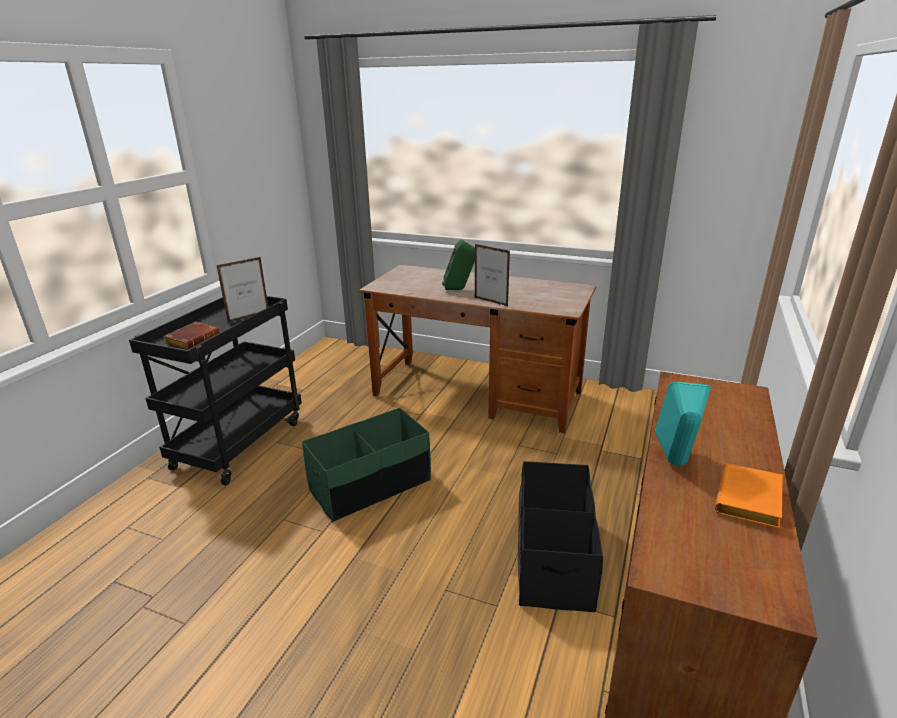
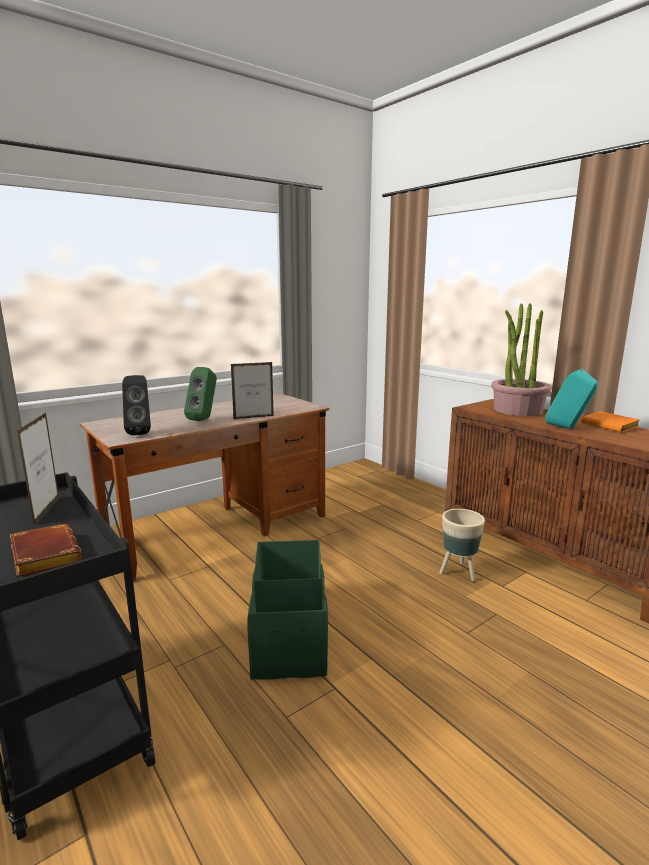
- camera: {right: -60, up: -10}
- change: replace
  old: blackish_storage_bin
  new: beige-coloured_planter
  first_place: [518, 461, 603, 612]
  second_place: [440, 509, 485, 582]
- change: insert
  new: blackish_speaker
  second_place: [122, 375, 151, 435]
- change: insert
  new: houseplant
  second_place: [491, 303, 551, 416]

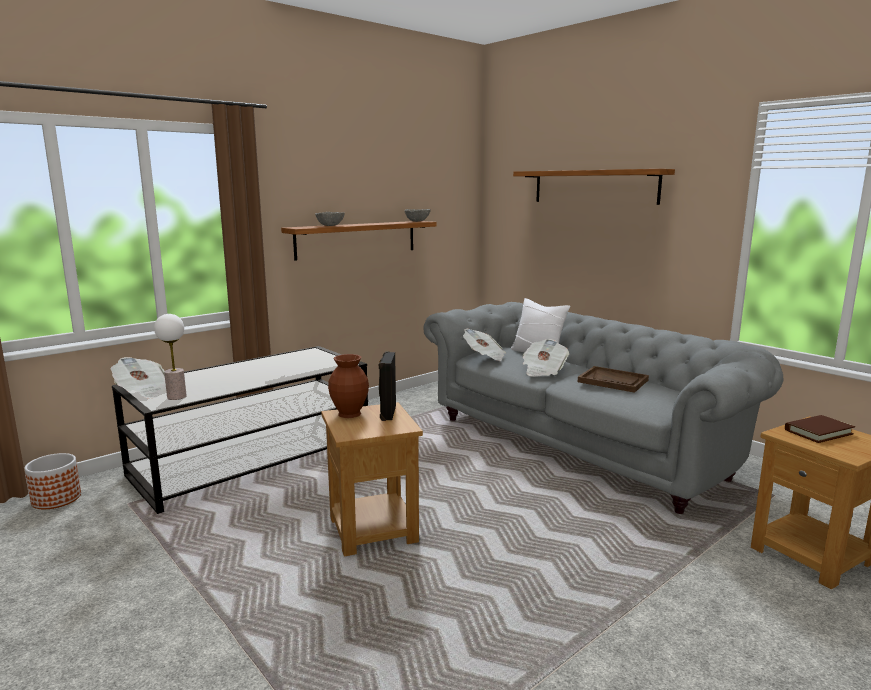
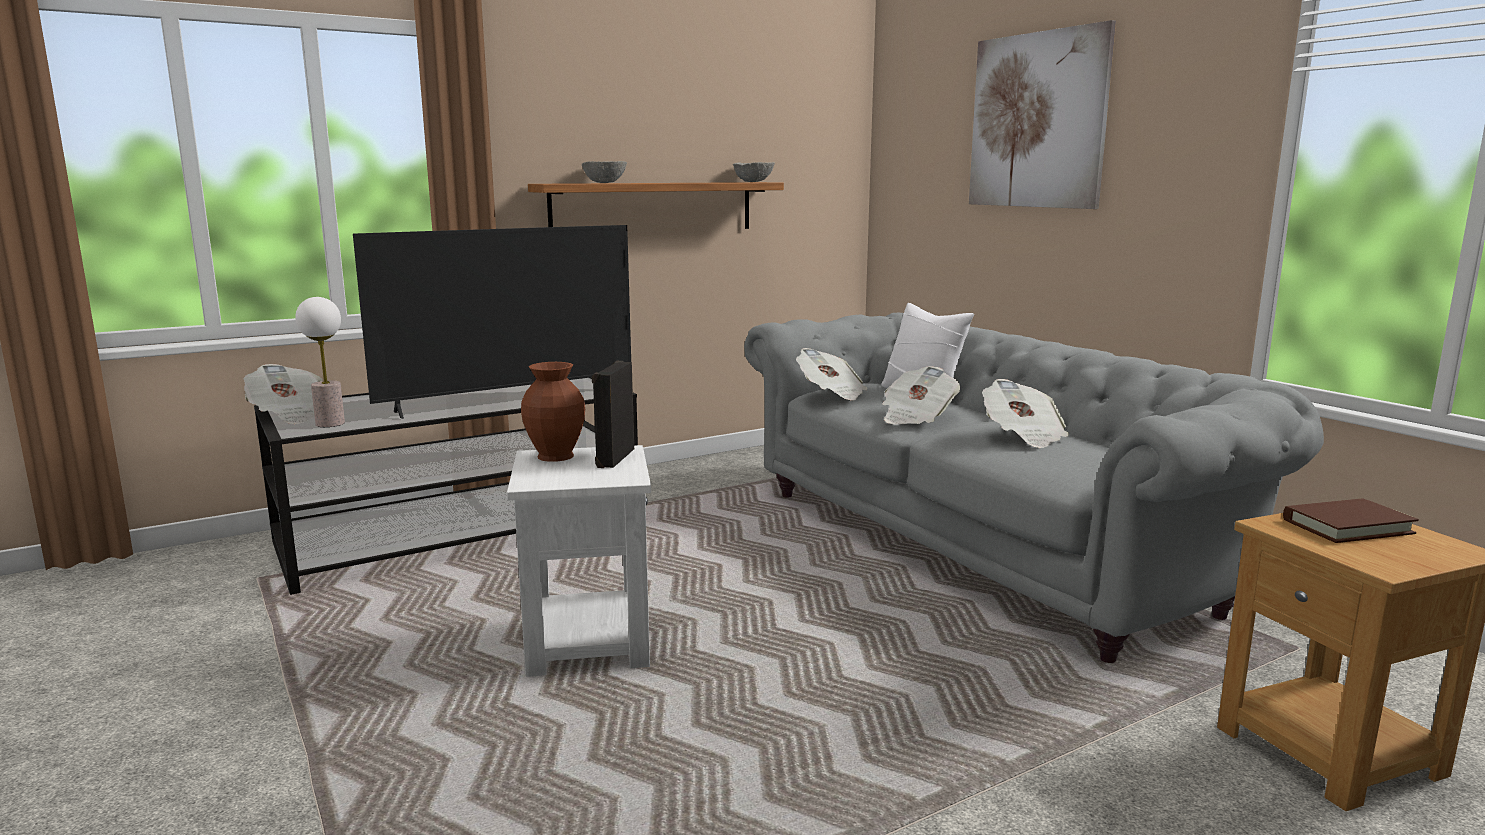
- camera: {right: 10, up: 0}
- change: delete
  old: planter
  first_place: [24, 453, 81, 509]
- change: recolor
  old: brownish_end_table
  new: white_end_table
  first_place: [321, 402, 423, 556]
  second_place: [507, 445, 651, 677]
- change: replace
  old: shelf
  new: wall_art
  first_place: [513, 169, 675, 205]
  second_place: [969, 20, 1116, 209]
- change: replace
  old: brownish_serving_tray
  new: newspaper
  first_place: [578, 366, 649, 393]
  second_place: [982, 379, 1069, 448]
- change: insert
  new: television
  second_place: [353, 225, 631, 419]

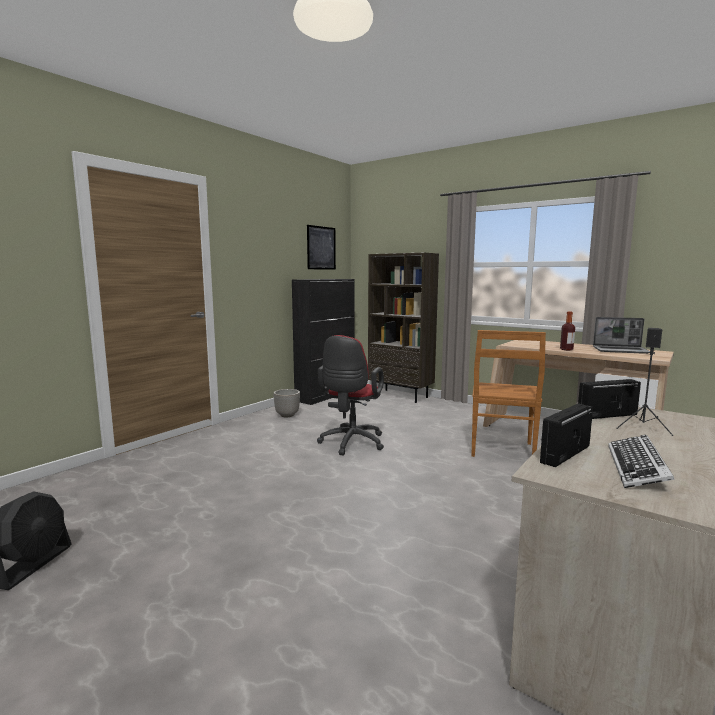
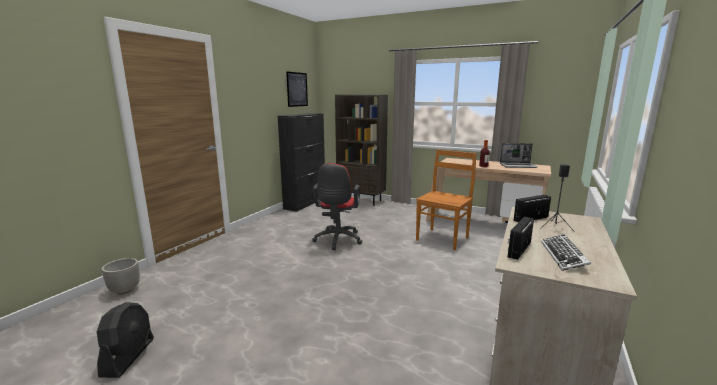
- camera: {right: -10, up: 5}
- change: move
  old: planter
  first_place: [273, 389, 300, 417]
  second_place: [101, 258, 140, 295]
- change: rotate
  old: brownish_upright_chair
  first_place: [471, 330, 546, 457]
  second_place: [416, 150, 477, 250]
  degrees: -150

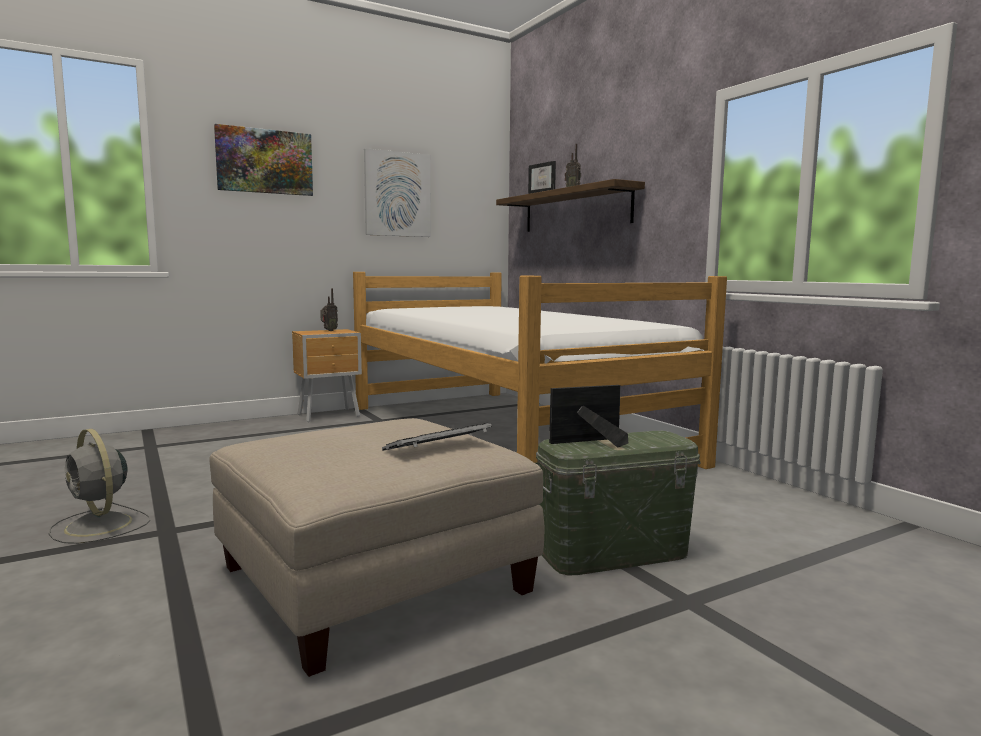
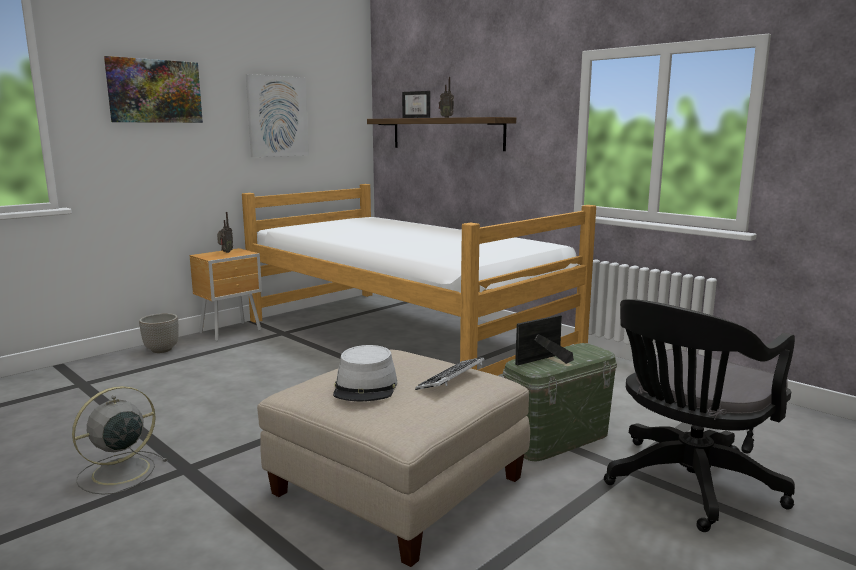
- camera: {right: -15, up: 5}
- change: rotate
  old: greyish_electric_fan
  first_place: [49, 429, 150, 544]
  second_place: [72, 386, 168, 495]
  degrees: 105
- change: insert
  new: planter
  second_place: [139, 313, 179, 353]
- change: insert
  new: greyish_hat
  second_place: [333, 345, 398, 401]
- change: insert
  new: blackish_office_chair
  second_place: [604, 299, 795, 532]

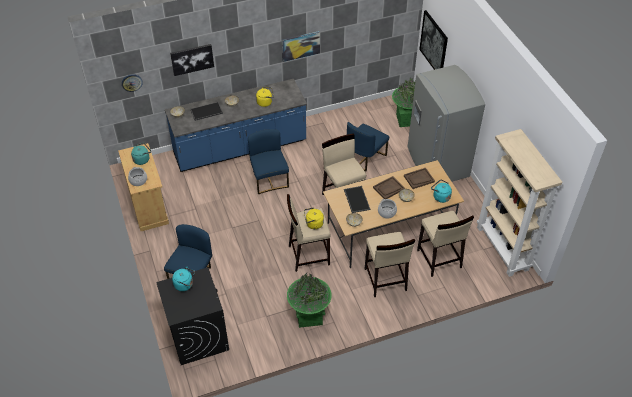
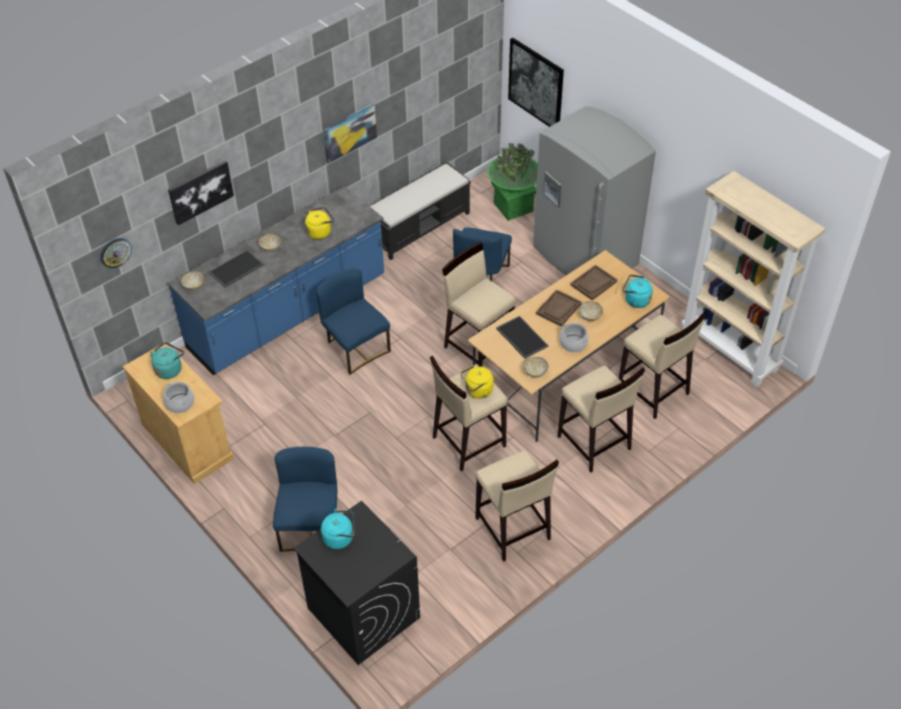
- camera: {right: -20, up: 0}
- change: replace
  old: green-coloured_planter
  new: beige-coloured_stool
  first_place: [287, 272, 331, 328]
  second_place: [475, 450, 559, 562]
- change: insert
  new: blackish_long_seat
  second_place: [369, 162, 471, 260]

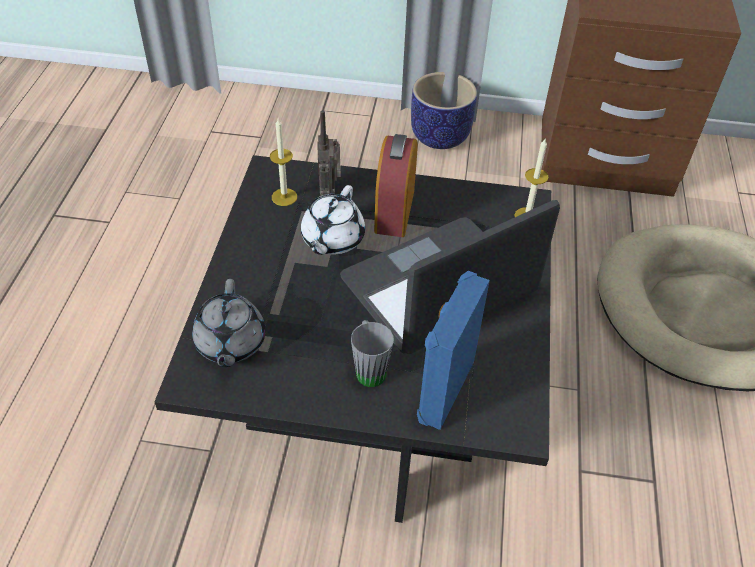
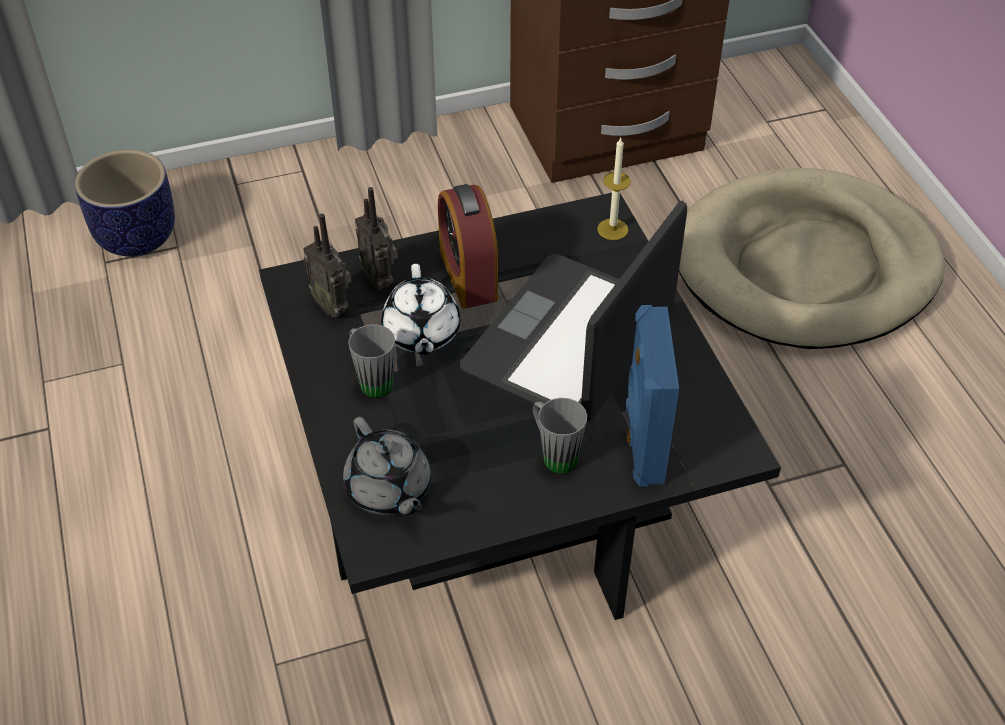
- camera: {right: -25, up: 0}
- change: replace
  old: wax_candle
  new: radio
  first_place: [270, 119, 297, 206]
  second_place: [303, 214, 352, 317]
- change: move
  old: planter
  first_place: [411, 72, 477, 149]
  second_place: [75, 149, 175, 257]
- change: insert
  new: greyish_coffee_mug
  second_place: [348, 324, 395, 398]

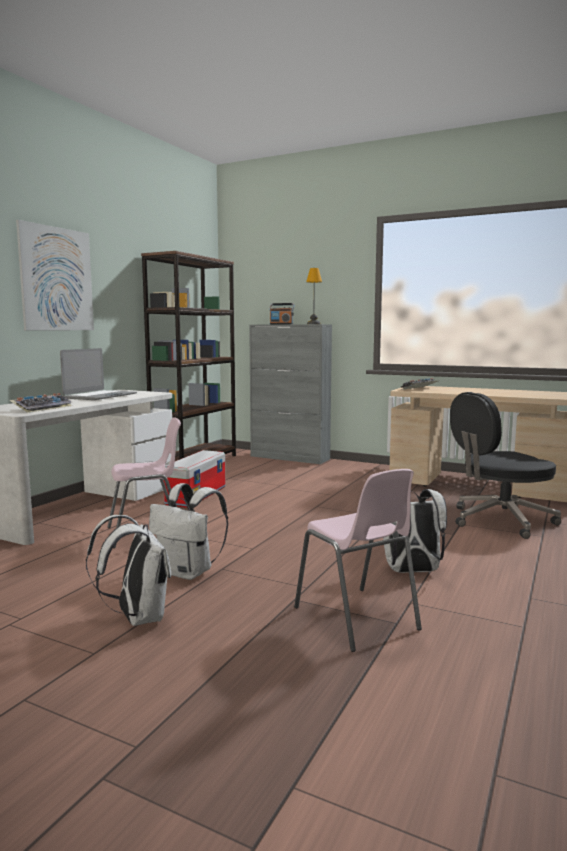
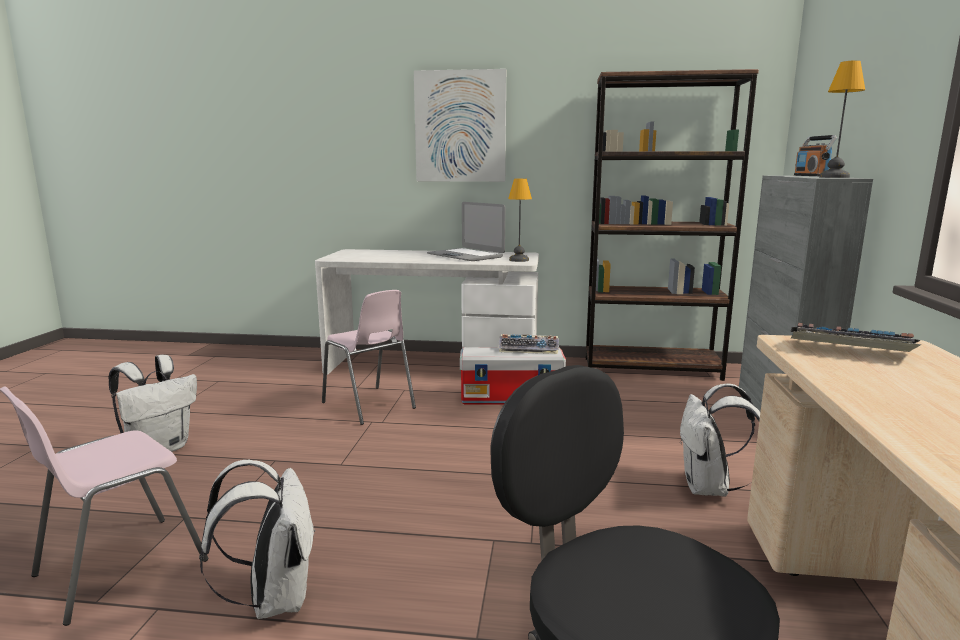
- camera: {right: 70, up: 5}
- change: move
  old: PC_keyboard
  first_place: [9, 393, 72, 413]
  second_place: [498, 334, 559, 354]
- change: rotate
  old: laptop
  first_place: [60, 348, 137, 400]
  second_place: [427, 202, 505, 261]
  degrees: 45
- change: move
  old: white_backpack
  first_place: [149, 483, 228, 580]
  second_place: [680, 383, 760, 497]
- change: insert
  new: lamp_for_a_table
  second_place: [508, 178, 532, 262]

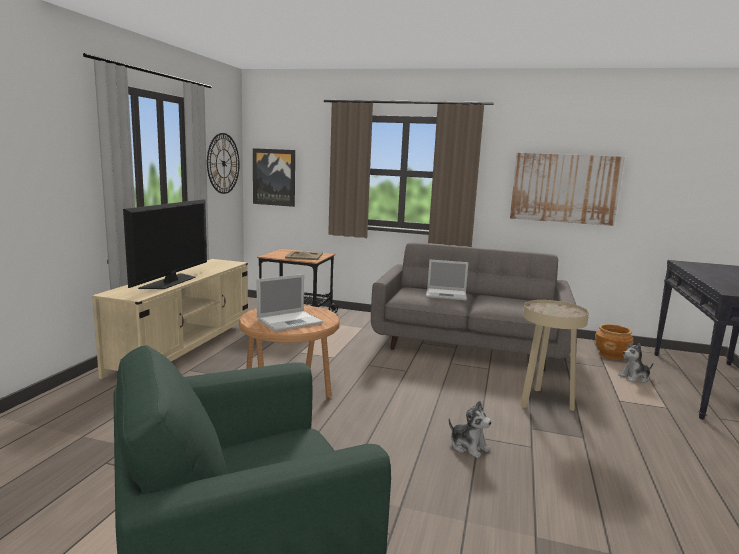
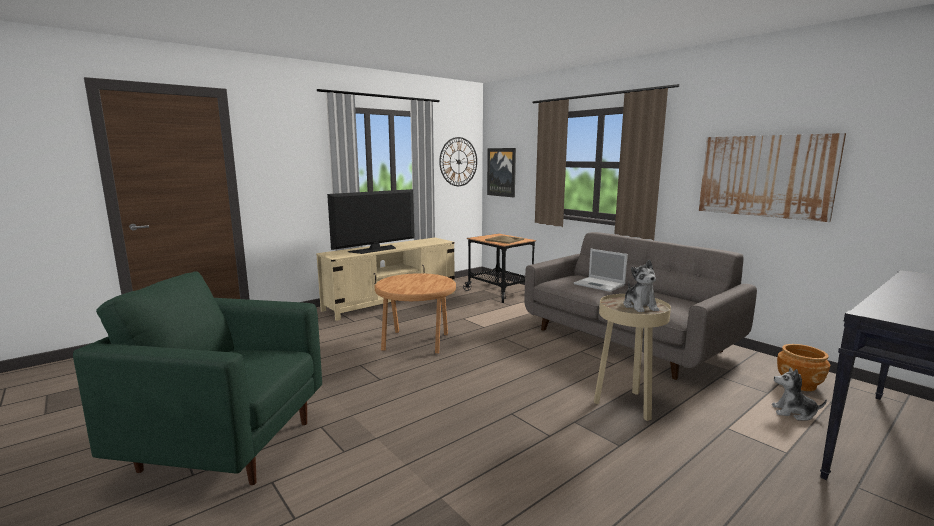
- camera: {right: 35, up: 0}
- change: delete
  old: laptop
  first_place: [257, 274, 323, 332]
- change: move
  old: plush_toy
  first_place: [449, 400, 492, 458]
  second_place: [623, 260, 659, 312]

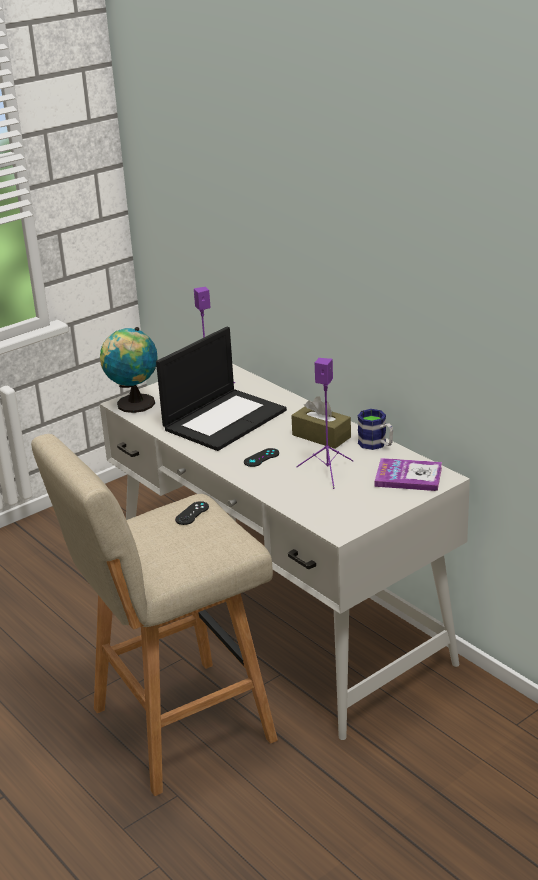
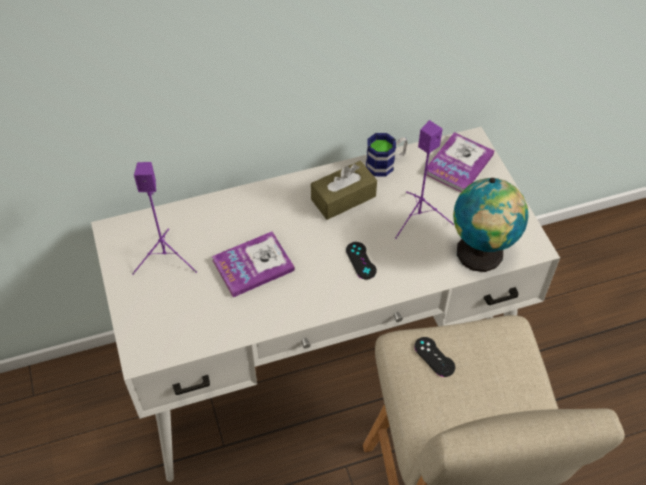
- camera: {right: -70, up: 25}
- change: move
  old: world_globe
  first_place: [100, 327, 158, 413]
  second_place: [453, 178, 528, 272]
- change: replace
  old: laptop
  new: volume
  first_place: [156, 327, 287, 451]
  second_place: [212, 231, 295, 297]

